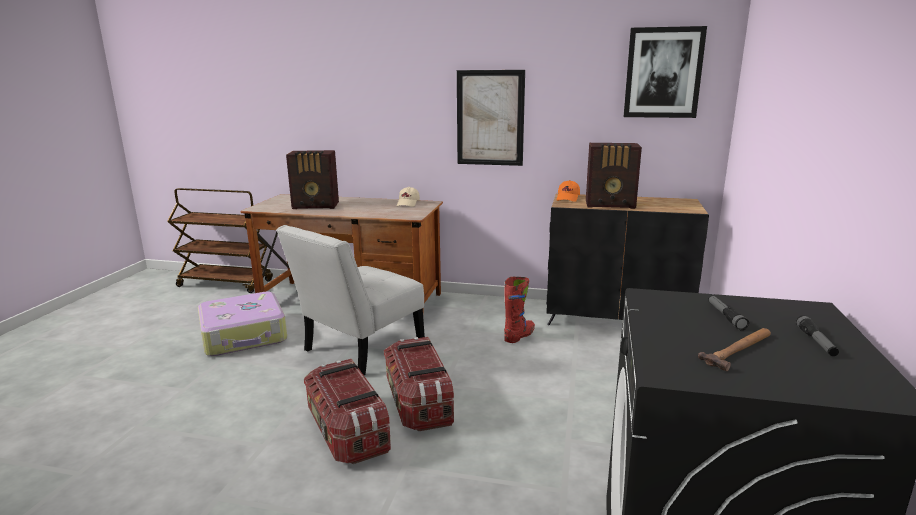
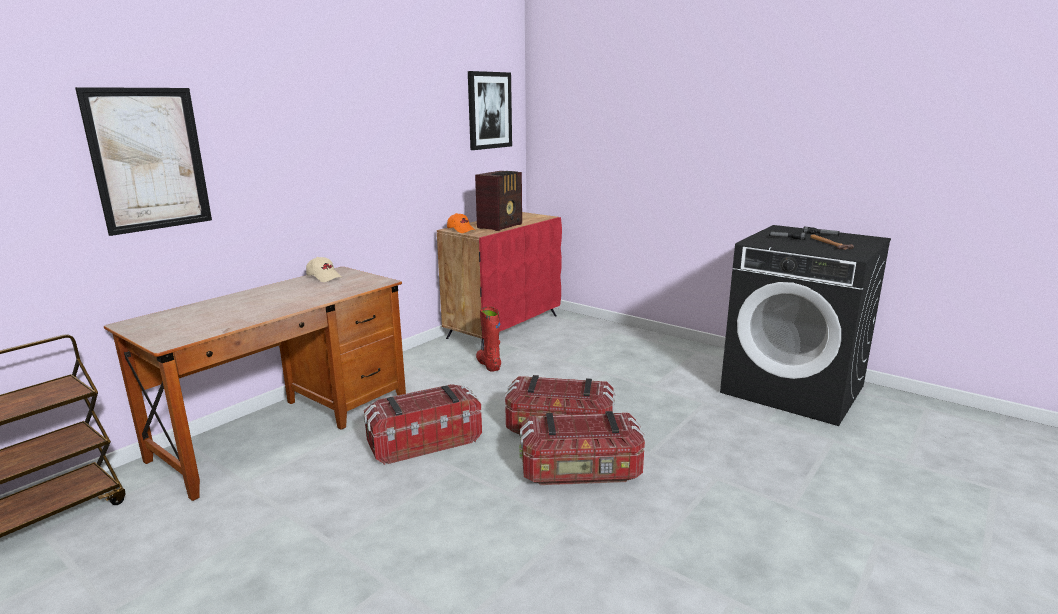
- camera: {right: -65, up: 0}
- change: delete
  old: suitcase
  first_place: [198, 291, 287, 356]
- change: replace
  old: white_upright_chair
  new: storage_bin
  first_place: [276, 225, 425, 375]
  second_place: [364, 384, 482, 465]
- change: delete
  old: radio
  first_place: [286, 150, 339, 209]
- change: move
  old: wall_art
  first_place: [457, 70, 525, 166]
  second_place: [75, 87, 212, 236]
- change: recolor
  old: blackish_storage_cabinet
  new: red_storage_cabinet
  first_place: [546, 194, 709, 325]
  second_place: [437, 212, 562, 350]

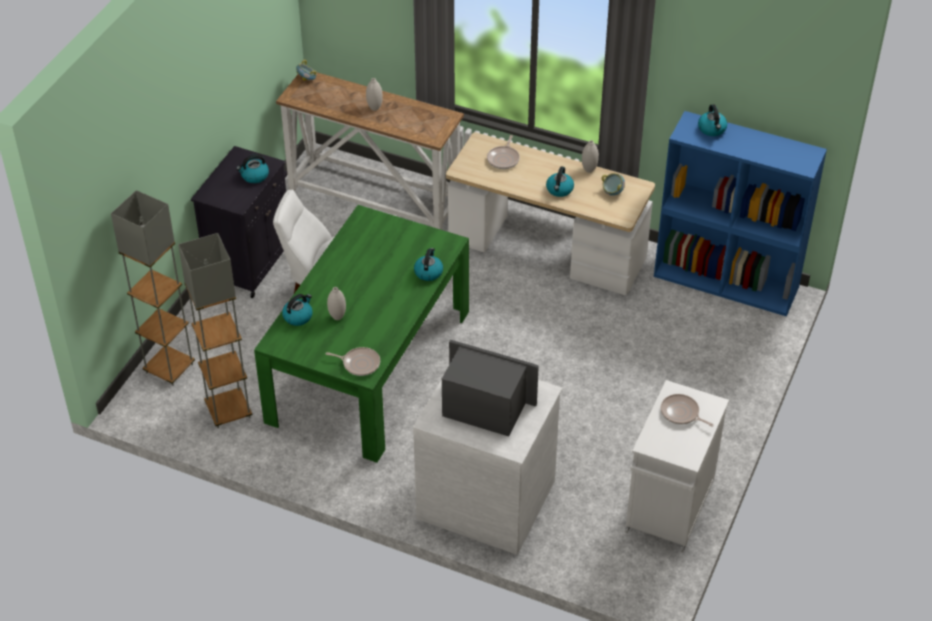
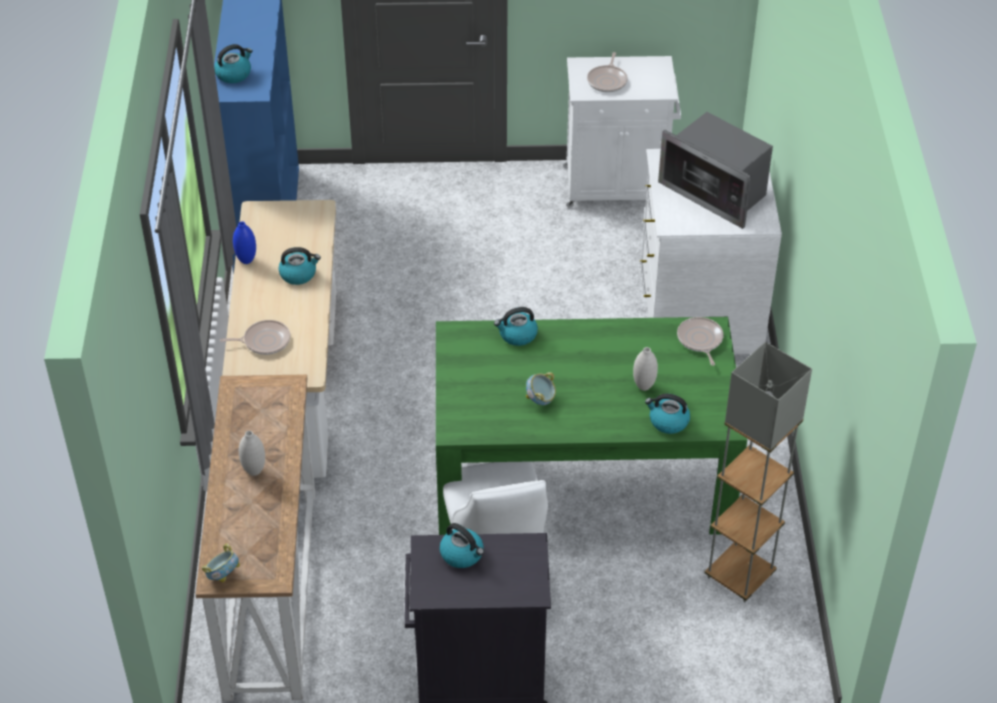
- camera: {right: -115, up: 0}
- change: delete
  old: greyish_floor_lamp
  first_place: [111, 190, 195, 386]
- change: rotate
  old: kitchen_microwave
  first_place: [442, 340, 539, 436]
  second_place: [658, 112, 773, 229]
  degrees: -45
- change: recolor
  old: white_vase
  new: blue_vase
  first_place: [582, 140, 599, 173]
  second_place: [233, 221, 256, 264]
- change: move
  old: serving_bowl
  first_place: [601, 173, 625, 196]
  second_place: [526, 372, 556, 405]

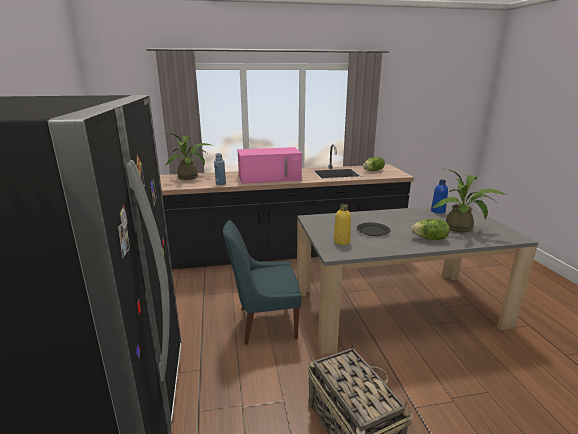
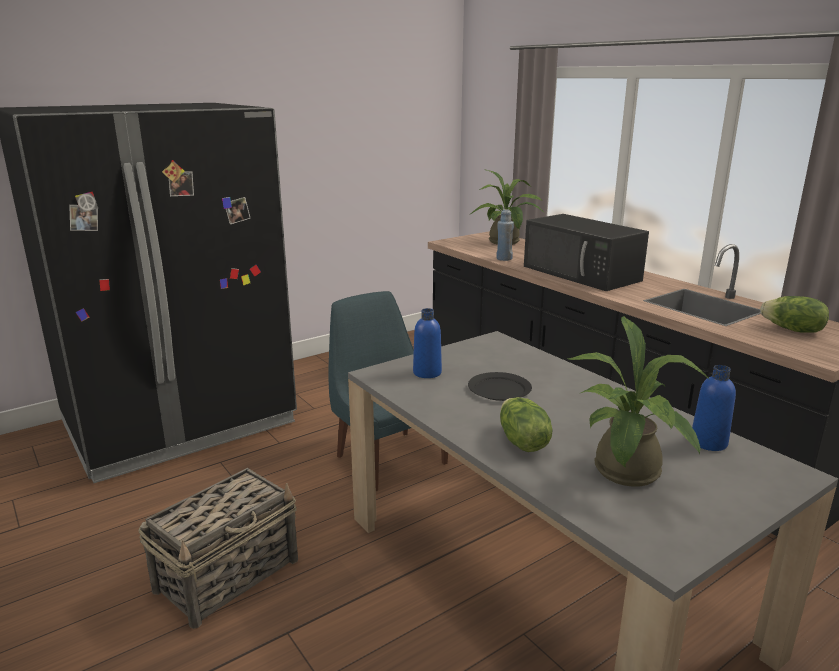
- camera: {right: 65, up: 0}
- change: recolor
  old: pink_kitchen_microwave
  new: blackish_kitchen_microwave
  first_place: [238, 147, 302, 184]
  second_place: [524, 214, 649, 291]
- change: recolor
  old: yellow-coloured_beverage_bottle
  new: blue_beverage_bottle
  first_place: [334, 204, 351, 245]
  second_place: [413, 308, 442, 378]

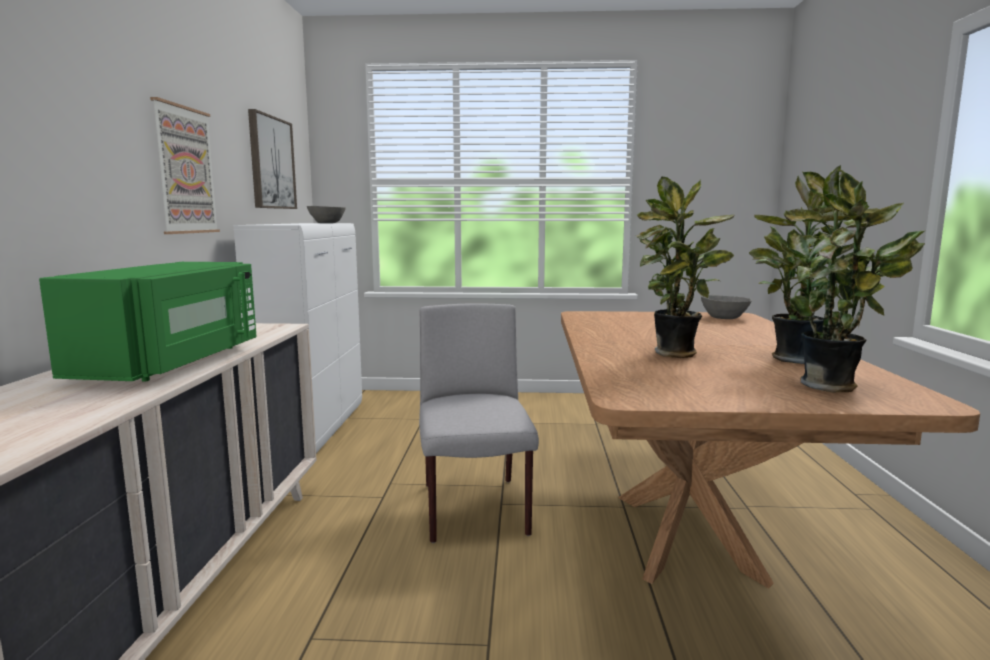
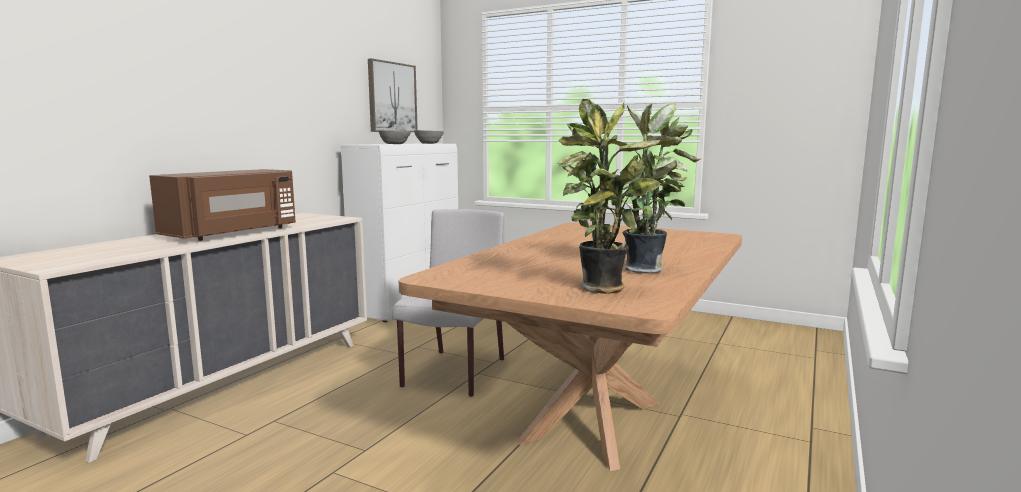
- camera: {right: 25, up: 0}
- change: recolor
  old: green-coloured_kitchen_microwave
  new: brownish_kitchen_microwave
  first_place: [39, 262, 257, 381]
  second_place: [149, 169, 296, 241]
- change: delete
  old: wall_art
  first_place: [150, 97, 220, 234]
- change: delete
  old: houseplant
  first_place: [636, 177, 734, 358]
- change: move
  old: greyish_serving_bowl
  first_place: [701, 295, 751, 319]
  second_place: [378, 130, 411, 144]

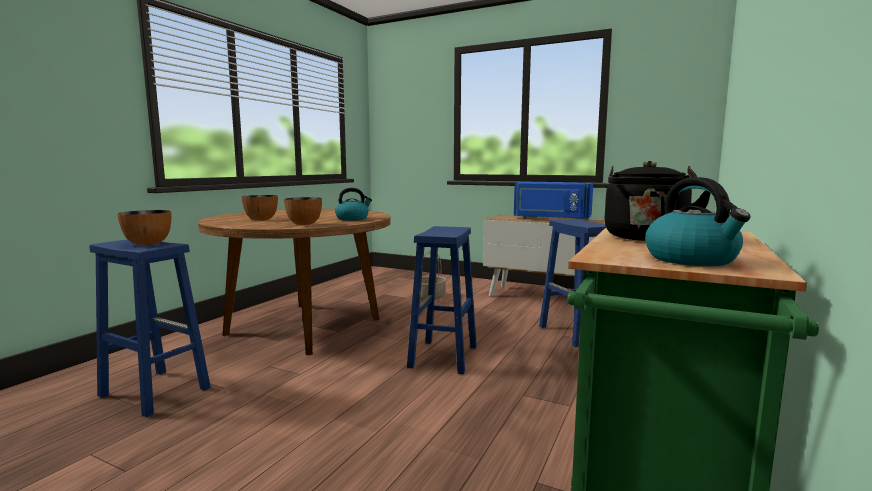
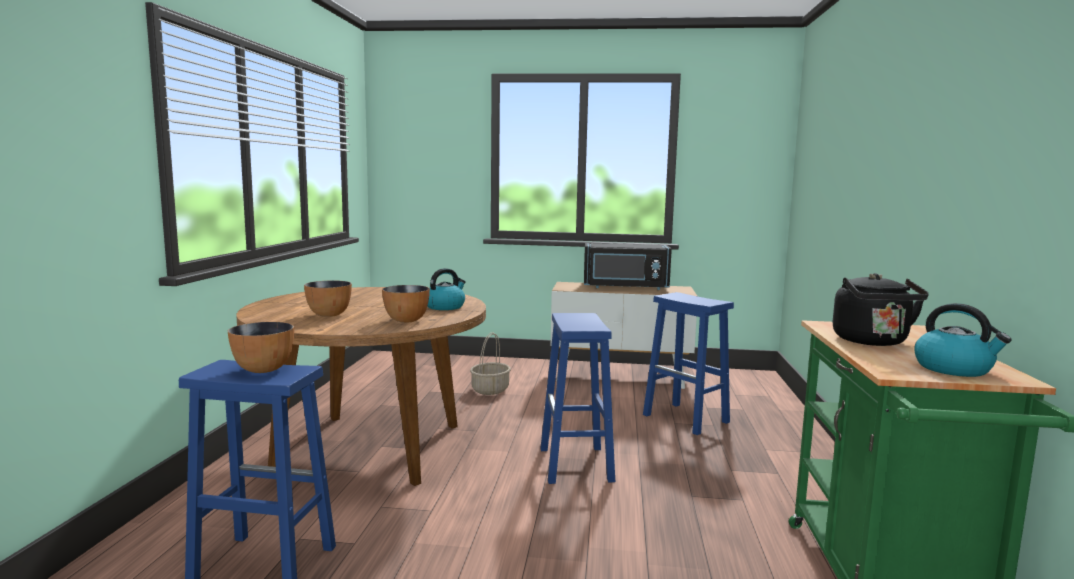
- camera: {right: -20, up: 0}
- change: recolor
  old: blue_kitchen_microwave
  new: blackish_kitchen_microwave
  first_place: [514, 182, 593, 219]
  second_place: [584, 243, 672, 290]

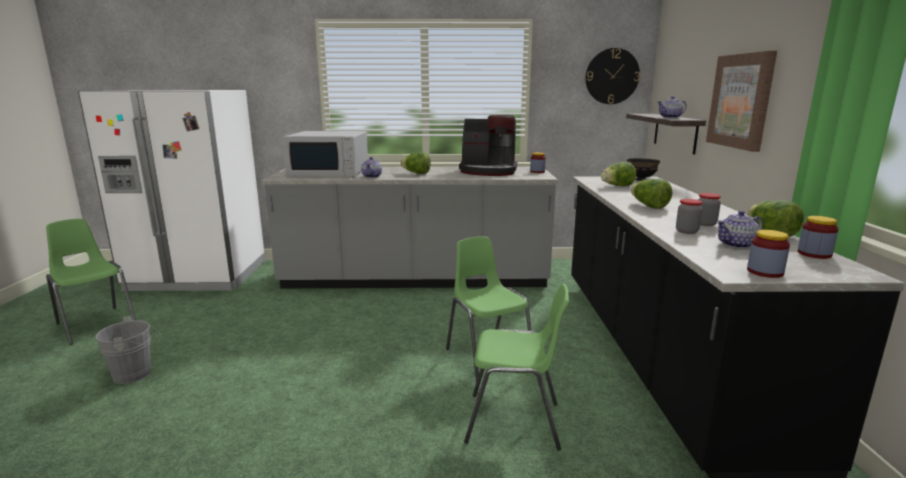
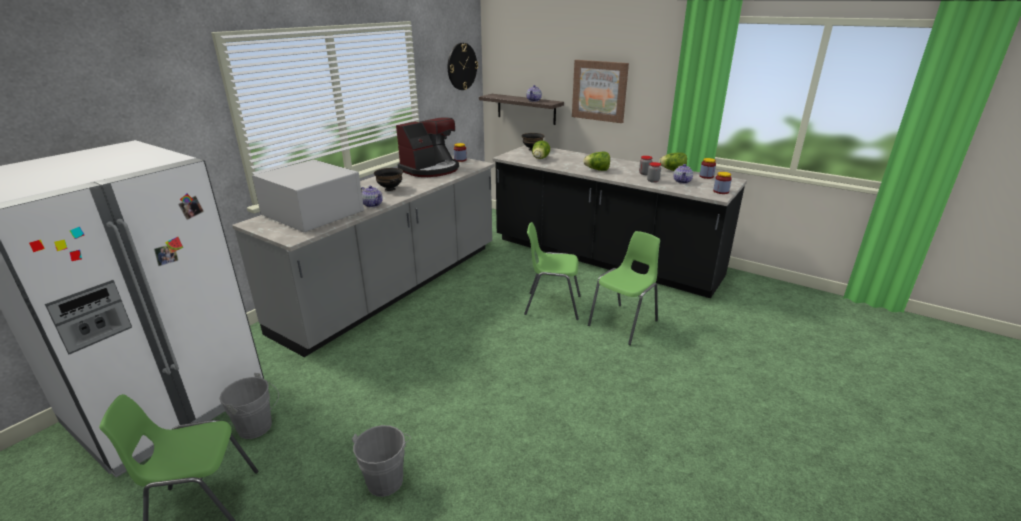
- camera: {right: -55, up: 10}
- change: rotate
  old: white_kitchen_microwave
  first_place: [282, 131, 368, 176]
  second_place: [252, 160, 364, 232]
  degrees: -90
- change: replace
  old: head_of_lettuce
  new: blackish_serving_bowl
  first_place: [401, 152, 431, 174]
  second_place: [374, 168, 403, 191]
- change: insert
  new: greyish_bucket
  second_place: [220, 373, 279, 439]

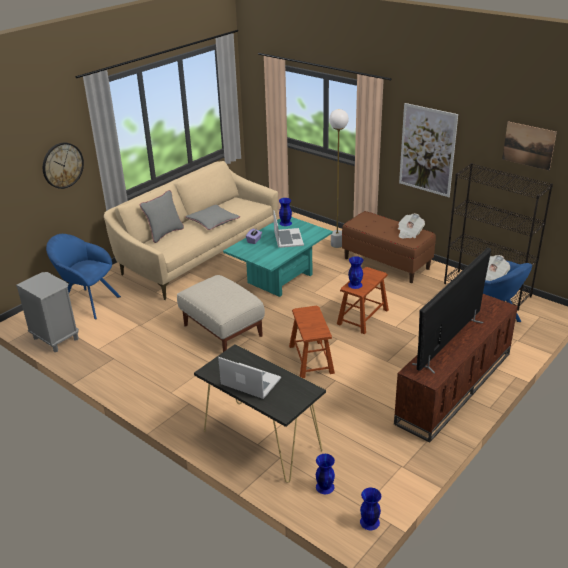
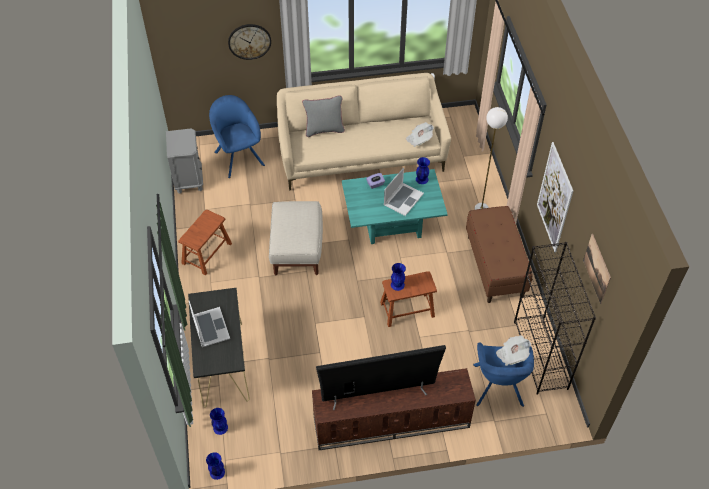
- camera: {right: 40, up: 20}
- change: delete
  old: greyish_throw_pillow
  first_place: [185, 205, 240, 230]
- change: move
  old: brownish_stool
  first_place: [289, 306, 335, 378]
  second_place: [178, 210, 232, 275]
- change: move
  old: newspaper
  first_place: [398, 213, 425, 238]
  second_place: [406, 122, 434, 147]

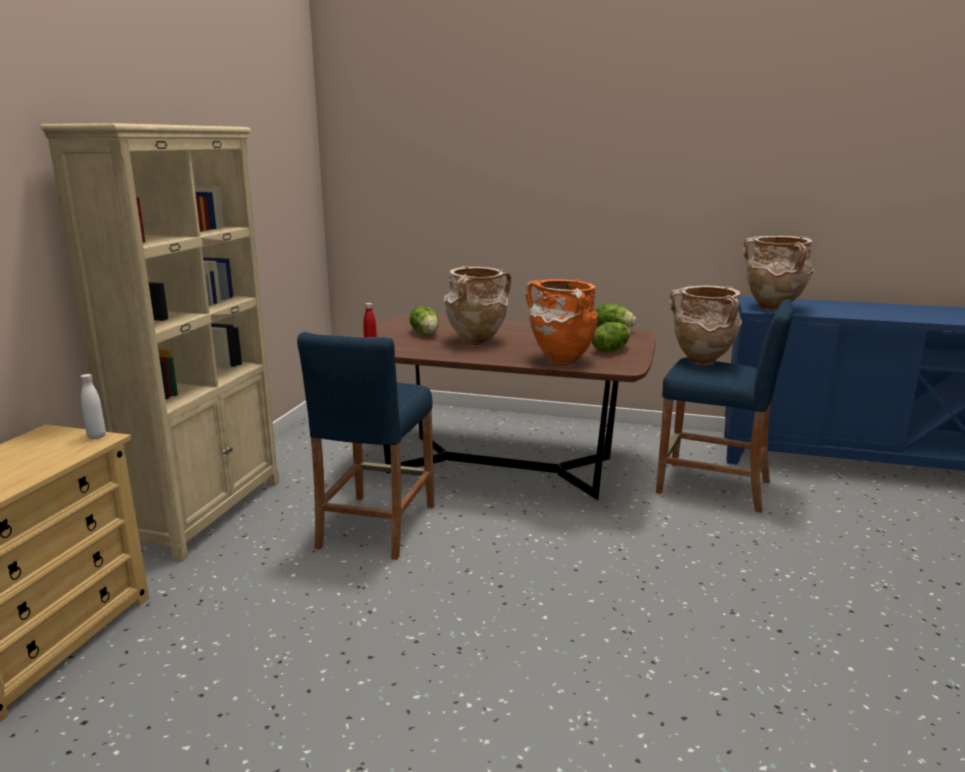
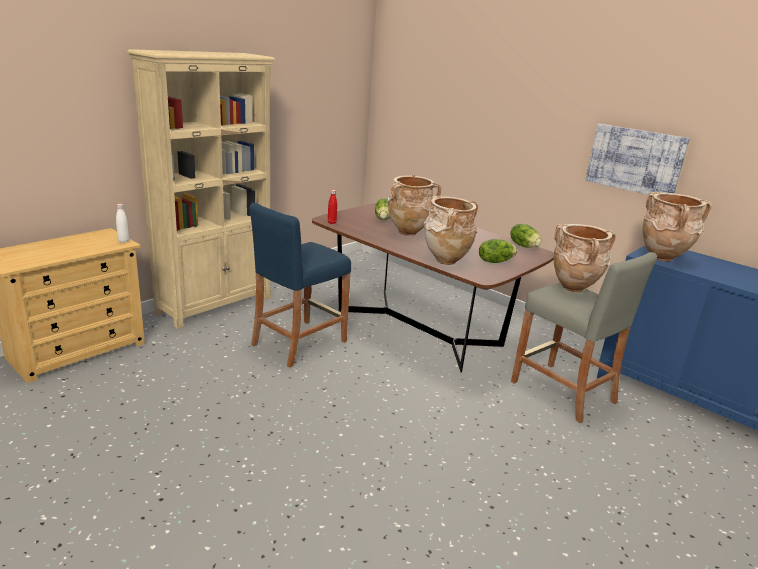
- camera: {right: 25, up: 5}
- change: recolor
  old: orange-coloured_vase
  new: beige-coloured_vase
  first_place: [525, 279, 597, 365]
  second_place: [424, 196, 478, 265]
- change: recolor
  old: blue_stool
  new: greyish_stool
  first_place: [656, 299, 793, 513]
  second_place: [511, 252, 657, 423]
- change: insert
  new: wall_art
  second_place: [585, 124, 690, 195]

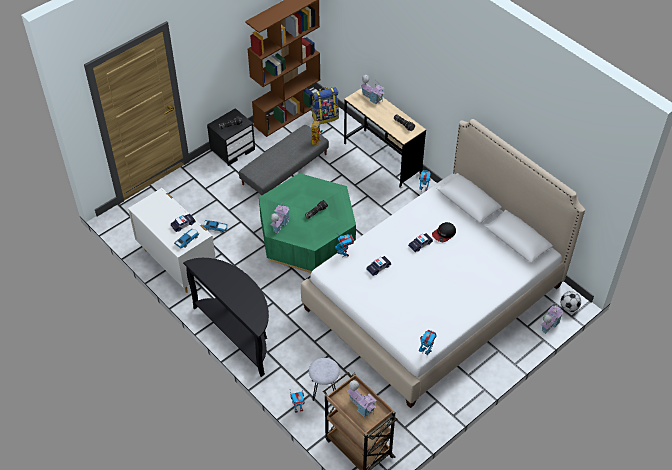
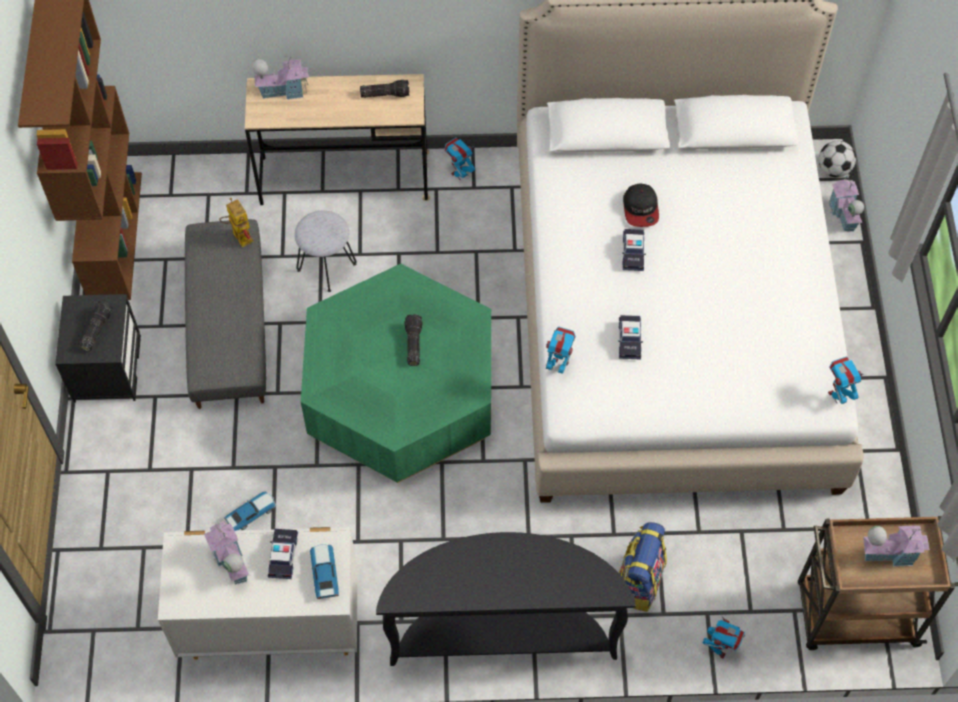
- camera: {right: -50, up: 10}
- change: move
  old: miniature_house
  first_place: [271, 203, 289, 233]
  second_place: [204, 521, 249, 585]
- change: move
  old: greyish_stool
  first_place: [309, 358, 340, 401]
  second_place: [294, 211, 357, 292]
- change: move
  old: backpack
  first_place: [312, 87, 339, 124]
  second_place: [619, 522, 667, 612]

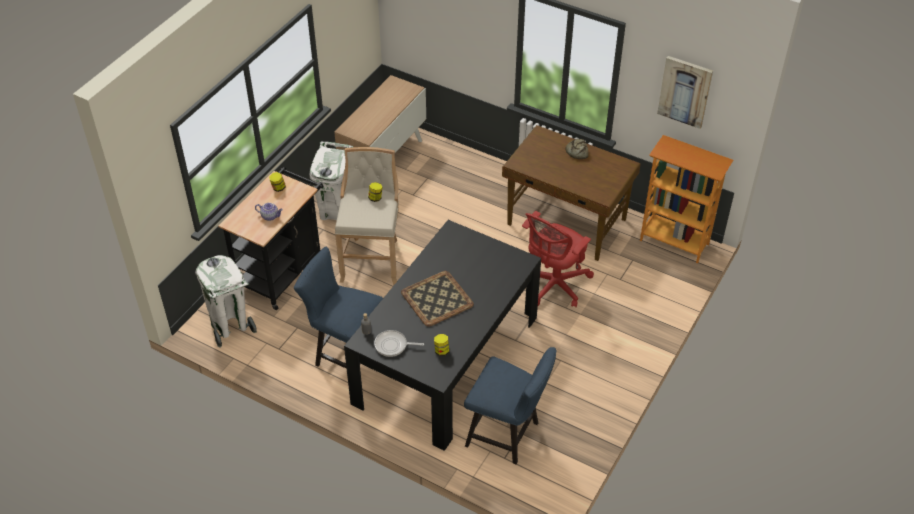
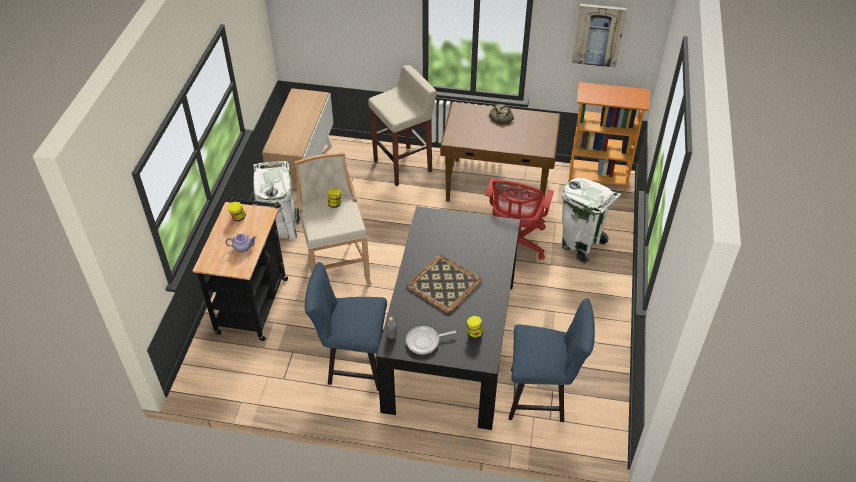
- camera: {right: -20, up: 0}
- change: move
  old: white_rubbish_bin
  first_place: [195, 255, 257, 348]
  second_place: [561, 178, 622, 264]
- change: insert
  new: beige-coloured_stool
  second_place: [368, 65, 437, 186]

